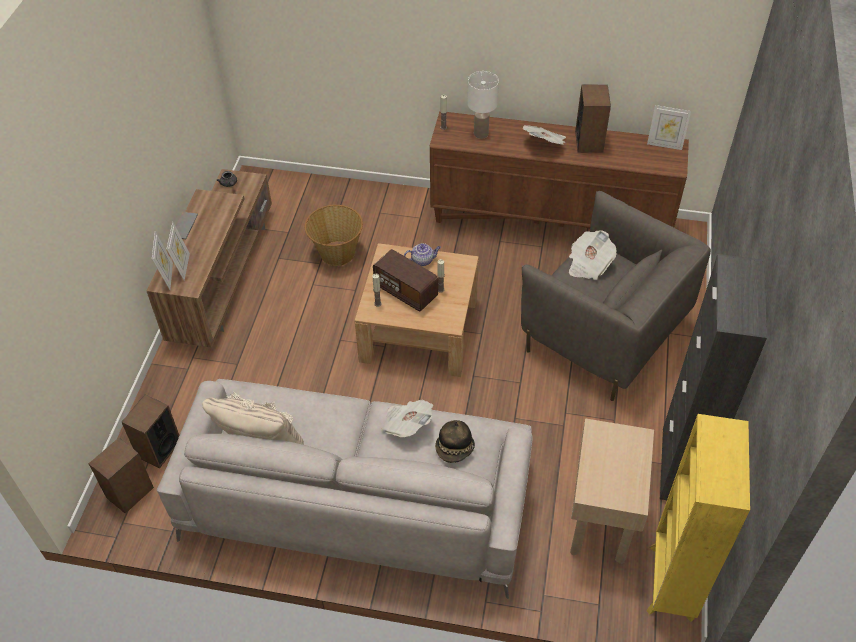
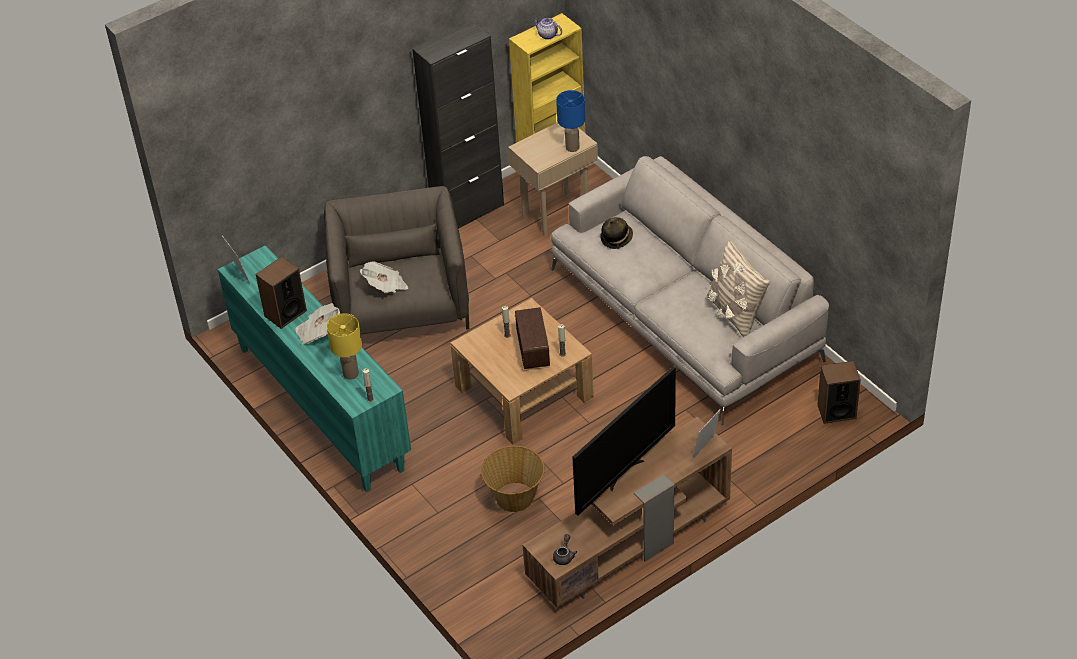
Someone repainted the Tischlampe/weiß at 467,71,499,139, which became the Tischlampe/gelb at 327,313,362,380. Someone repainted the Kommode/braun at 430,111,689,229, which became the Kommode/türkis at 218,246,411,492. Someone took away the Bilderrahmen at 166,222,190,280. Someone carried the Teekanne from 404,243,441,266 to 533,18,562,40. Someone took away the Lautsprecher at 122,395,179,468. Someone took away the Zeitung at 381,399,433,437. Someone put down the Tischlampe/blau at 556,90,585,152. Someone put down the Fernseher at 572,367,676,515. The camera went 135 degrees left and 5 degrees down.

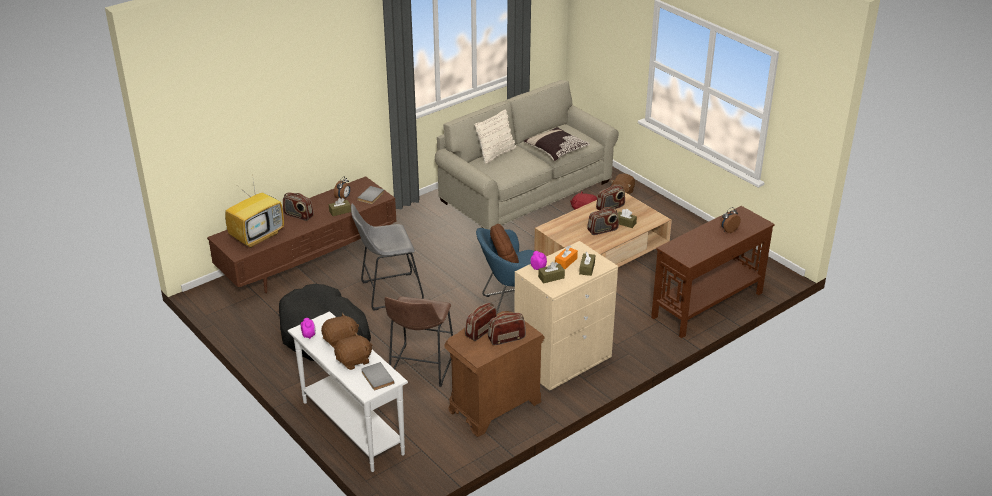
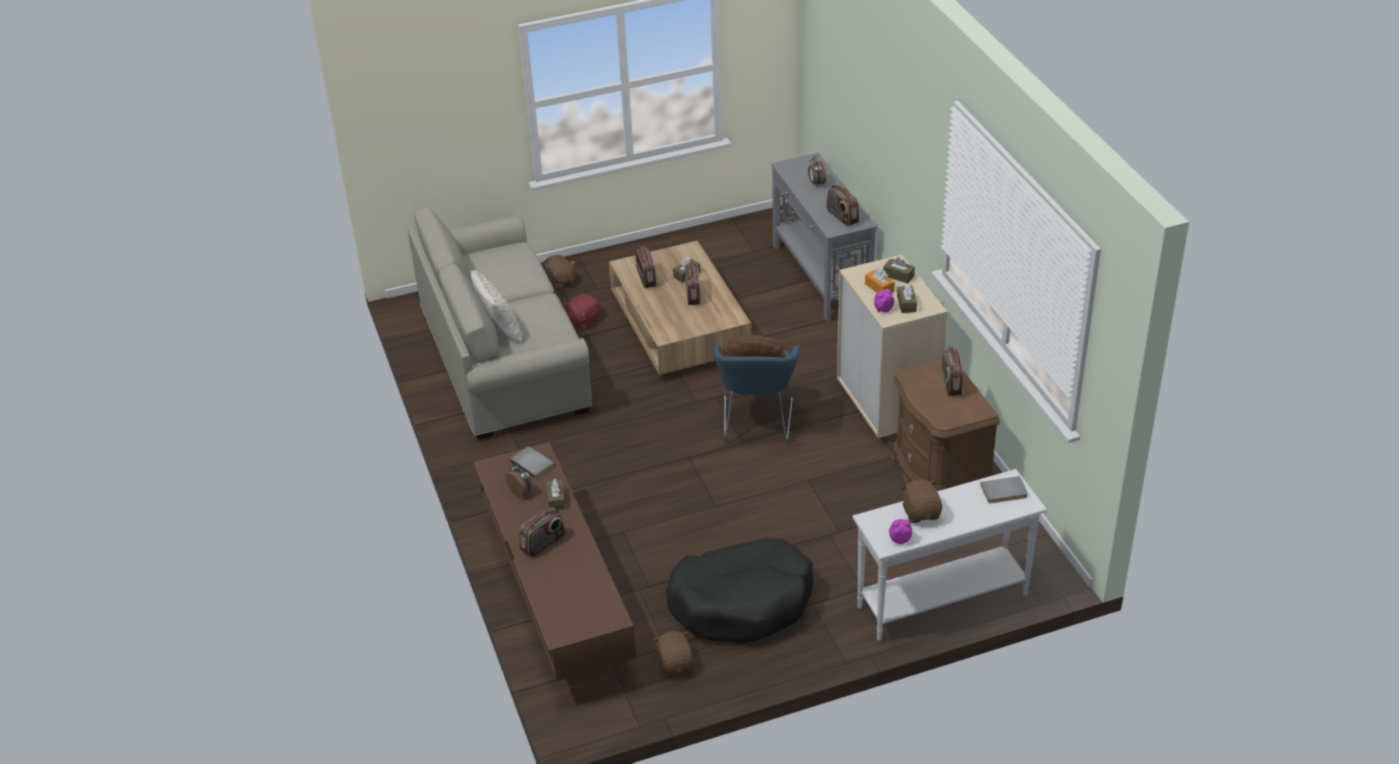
Someone took away the Kissen at 523,127,590,161. Someone took away the Fernseher at 225,174,284,248. Someone took away the Hocker/grau at 351,204,424,311. Someone repainted the Konsolentisch/braun at 651,206,775,338, which became the Konsolentisch/grau at 771,153,877,322. Someone took away the Hocker/braun at 385,296,453,387. Someone carried the Radio from 465,303,497,341 to 827,185,859,226. Someone carried the Plüschtier/braun from 334,332,372,370 to 652,631,694,675. The camera went 70 degrees left and 5 degrees up.

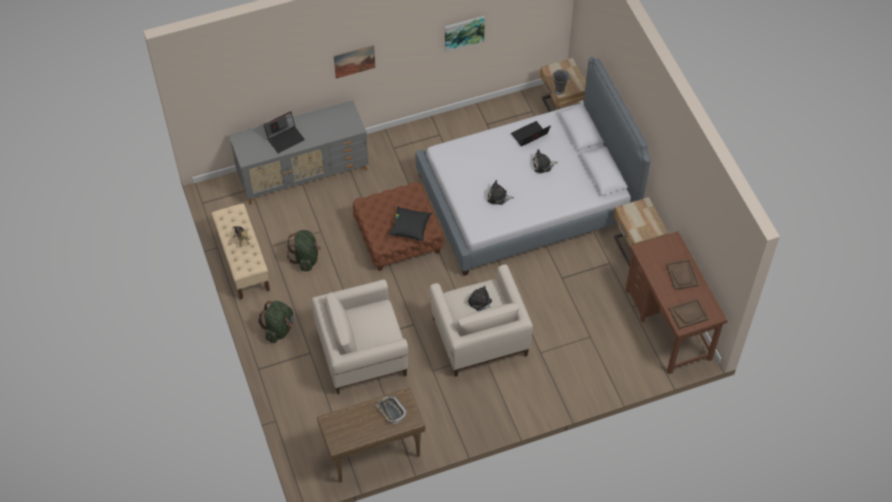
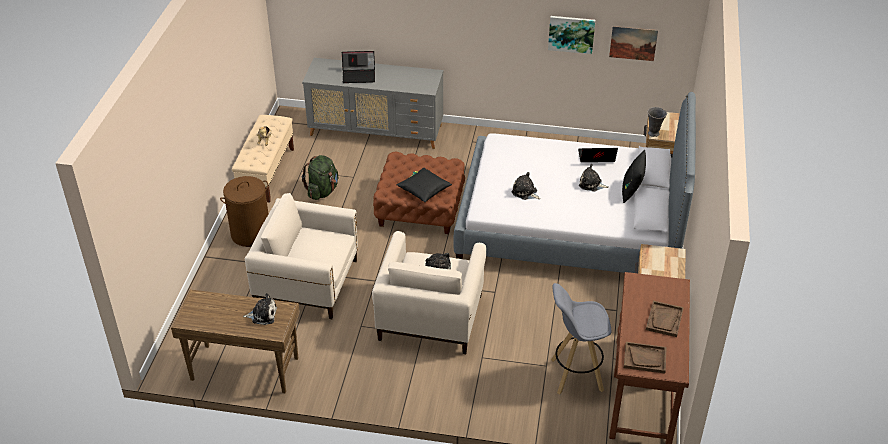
Someone carried the Bild from 334,45,375,79 to 609,26,658,61. Someone swapped the Rucksack/grün at 258,301,293,343 for the Wäschekorb/braun at 220,176,268,247. Someone swapped the Tablett at 376,395,408,424 for the Plüschtier at 243,293,277,325. Someone put down the Kissen/schwarz at 622,149,646,203. Someone put down the Hocker/grau at 551,283,611,394. The camera went 30 degrees right and 15 degrees down.

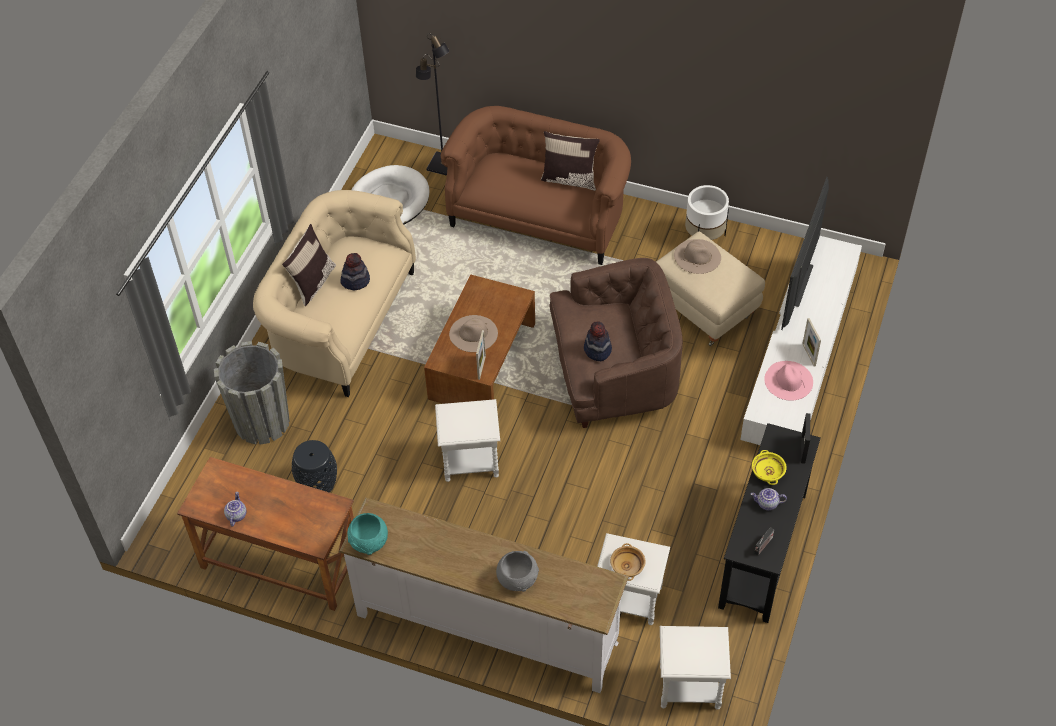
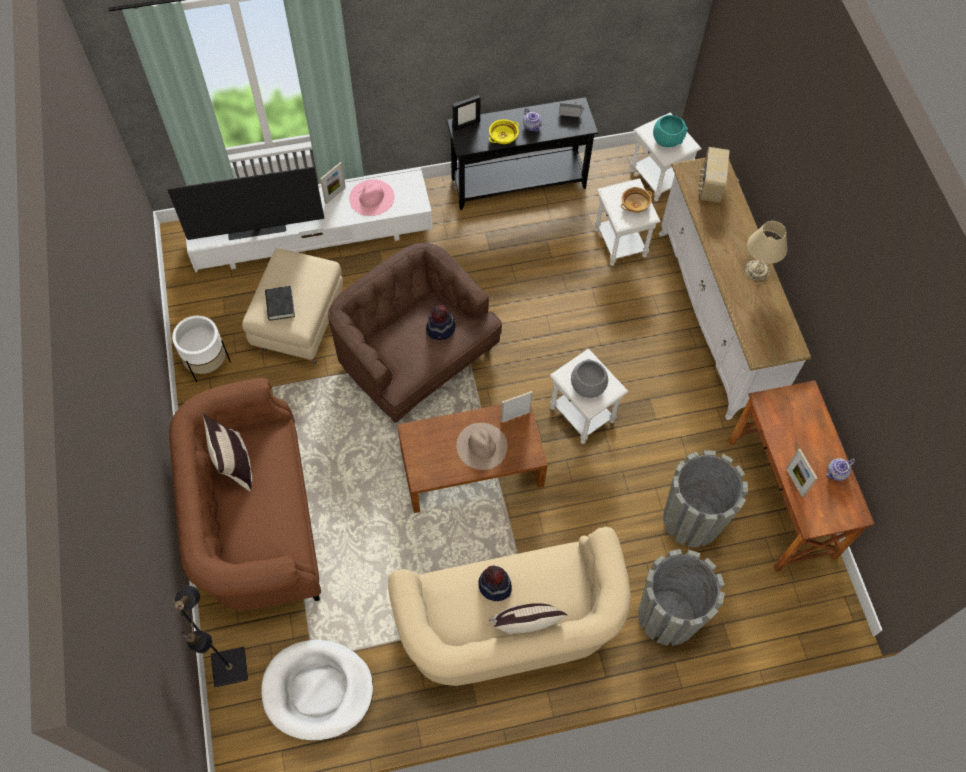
Someone swapped the Hut/beige at 674,239,721,274 for the Buch/schwarz at 265,286,295,321. Someone swapped the Hocker/schwarz at 292,440,337,493 for the Pflanzkübel/grau at 663,450,748,548. Someone carried the Schüssel/türkis from 347,513,388,555 to 653,115,688,147. Someone carried the Schüssel/grau from 496,551,539,592 to 571,359,608,398. Someone put down the Radio at 698,147,730,203. Someone put down the Tischlampe/beige at 745,221,787,281. Someone put down the Bilderrahmen at 785,449,818,497. The camera went 125 degrees left and 10 degrees up.

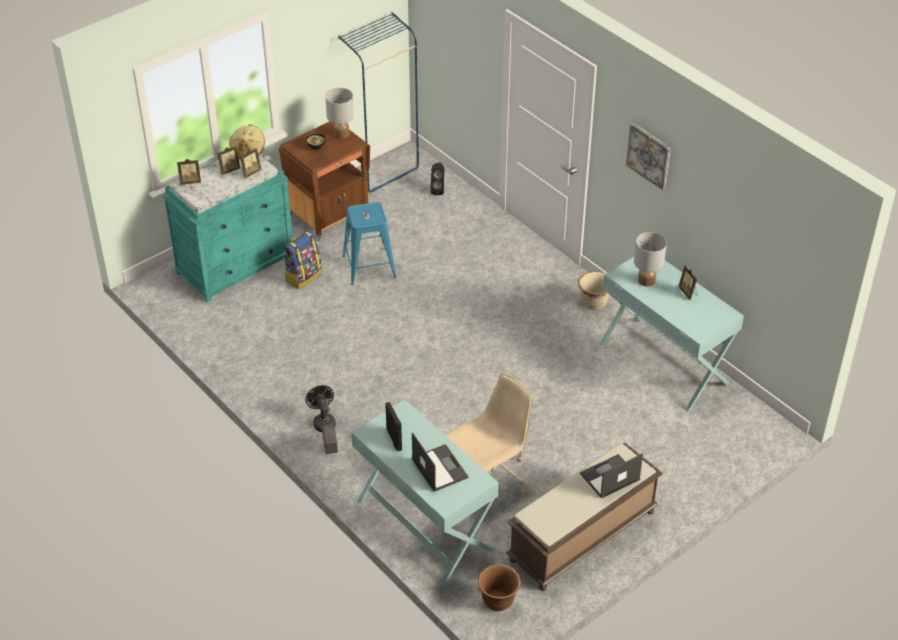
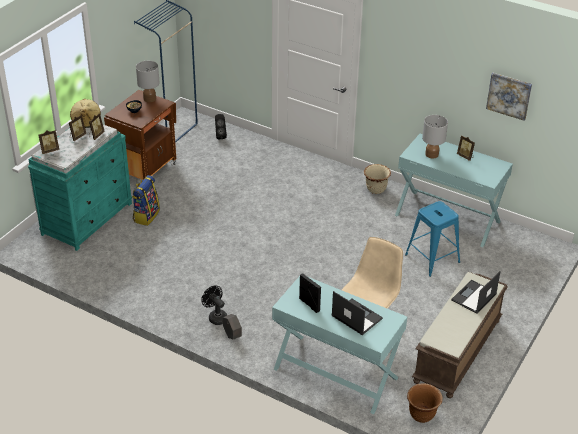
Someone carried the Bild from 626,123,671,190 to 486,73,532,121. Someone carried the Hocker/blau from 343,202,397,285 to 405,201,460,277. The camera went 20 degrees left and 5 degrees down.

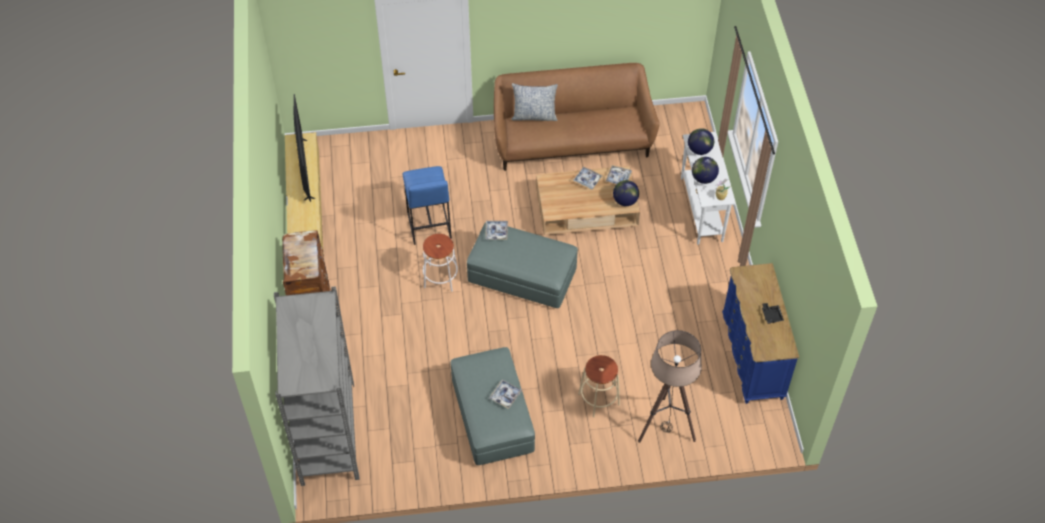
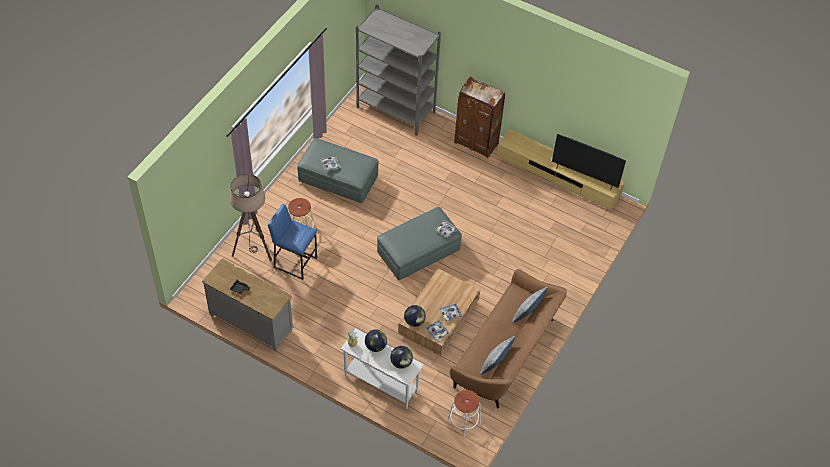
Someone carried the Hocker/blau from 402,166,452,245 to 268,204,317,280. Someone carried the Hocker/weiß from 423,234,458,292 to 447,390,481,438. Someone repainted the Kommode/blau at 722,263,799,404, which became the Kommode/grau at 202,259,294,352. Someone put down the Kissen at 480,336,515,375. The camera went 125 degrees right and 0 degrees up.

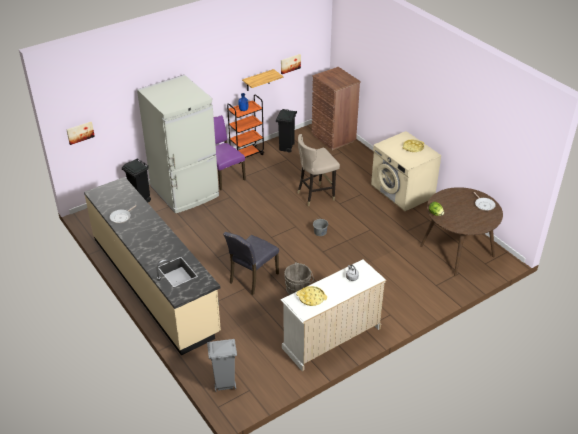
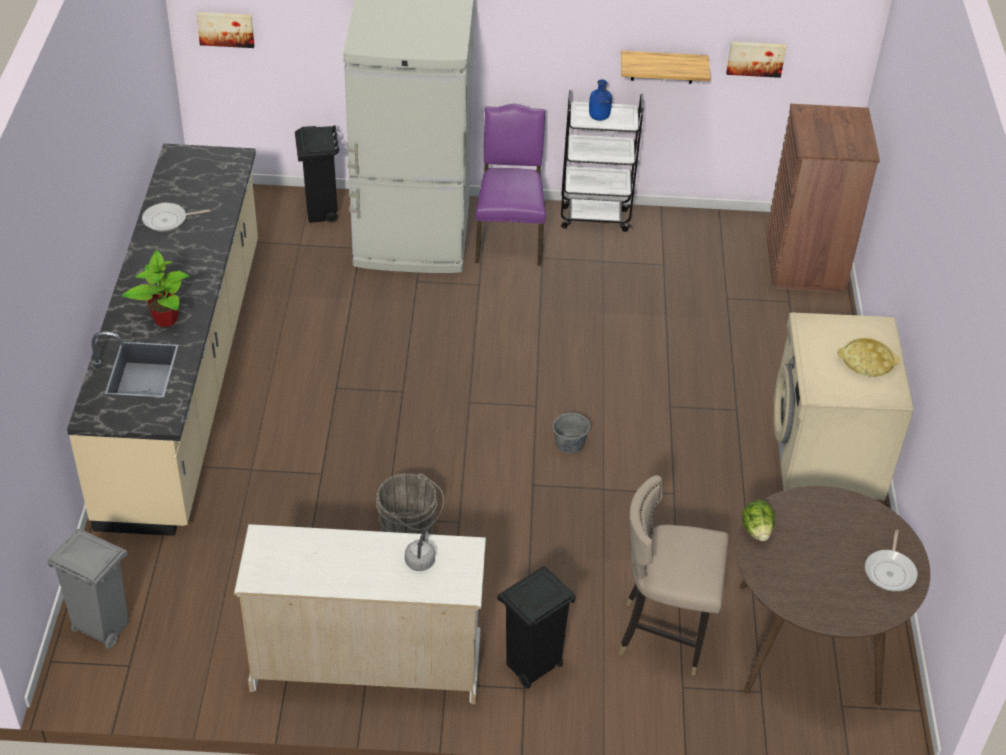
Someone repainted the Rollwagen/orange at 227,94,264,164, which became the Rollwagen/weiß at 561,90,643,232. Someone carried the Mülleimer/schwarz from 276,109,297,153 to 498,566,576,689. Someone carried the Hocker/beige from 297,134,340,206 to 618,475,729,676. Someone took away the Stuhl/grau at 223,232,279,295. Someone took away the Tablett/gelb at 296,286,327,306. Someone put down the Topfpflanze at 122,250,190,327. The camera went 35 degrees right and 5 degrees up.

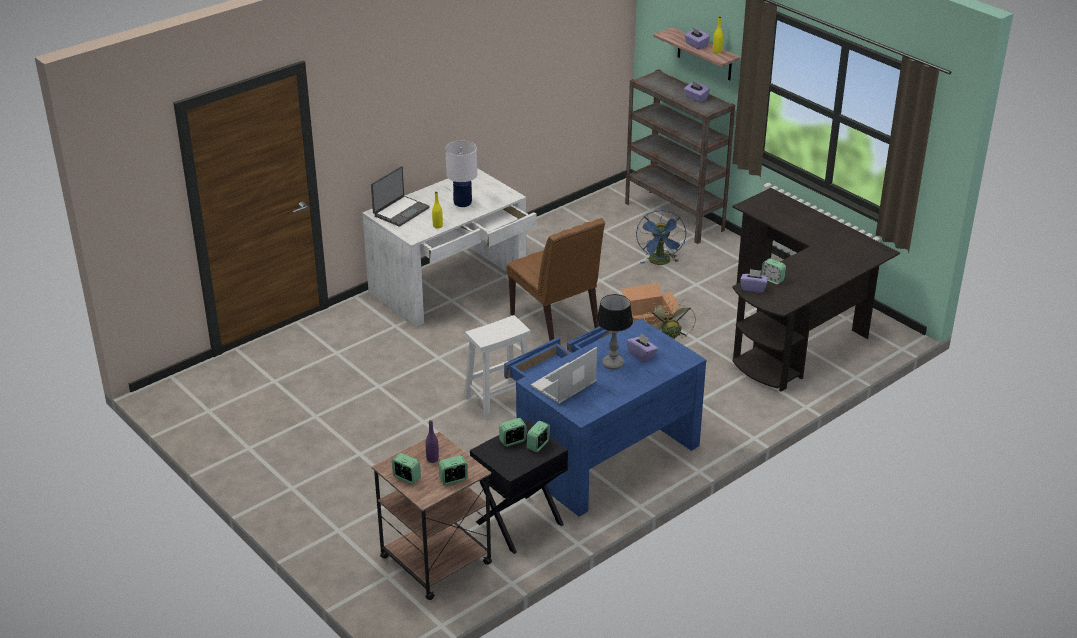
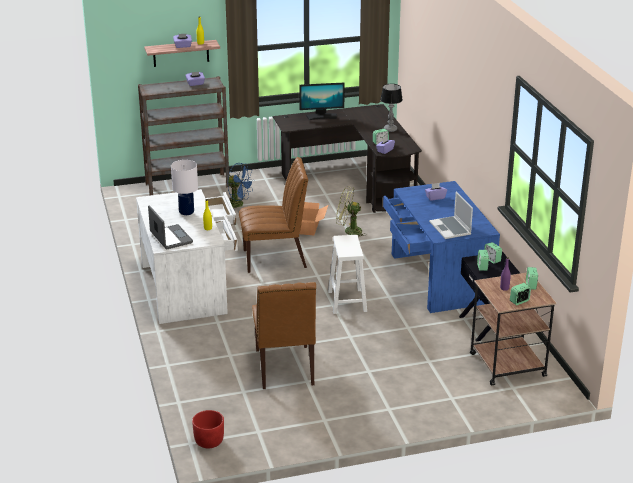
Someone carried the Tischlampe from 596,294,633,370 to 380,84,403,132. Someone put down the Monitor at 299,82,345,120. Someone put down the Stuhl/braun at 252,282,316,389. Someone put down the Pflanzkübel/rot at 192,410,224,448. The camera went 65 degrees left and 5 degrees down.

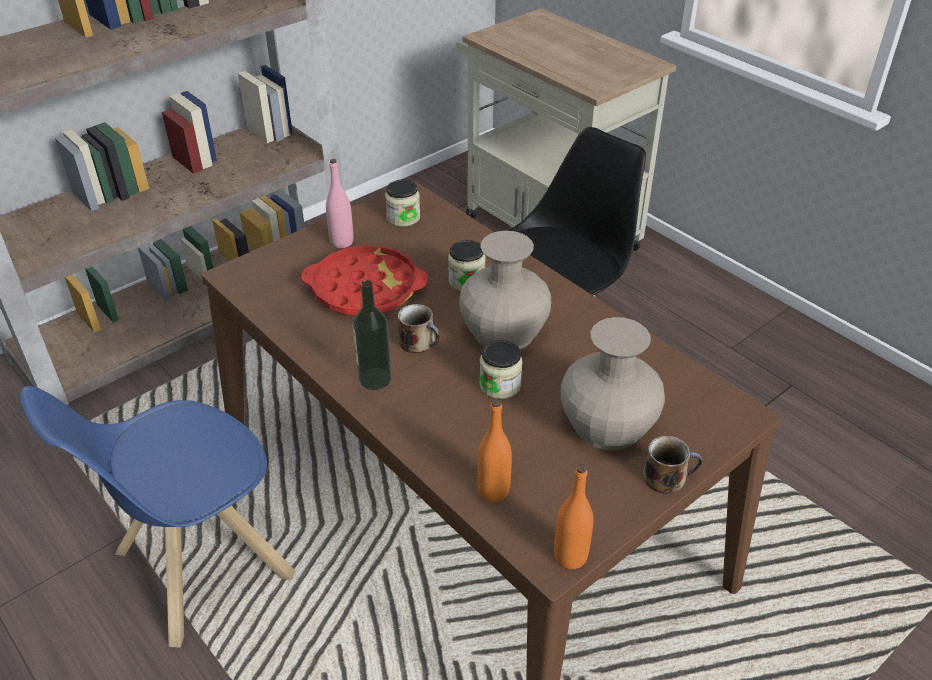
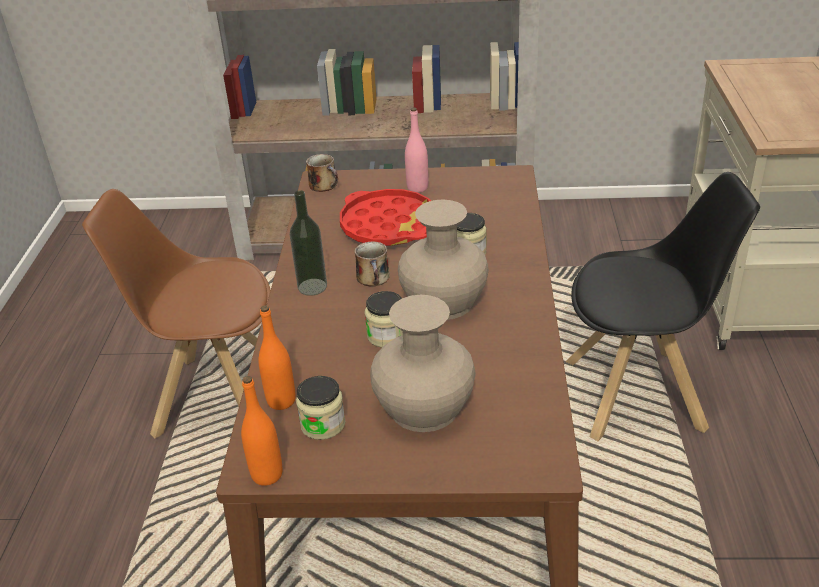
Someone carried the Vorratsglas from 385,179,420,227 to 296,376,345,440. Someone repainted the Stuhl/blau at 20,386,296,648, which became the Stuhl/braun at 82,189,271,439. Someone carried the Henkelbecher from 643,436,702,494 to 306,154,338,192. The camera went 45 degrees right and 5 degrees down.

